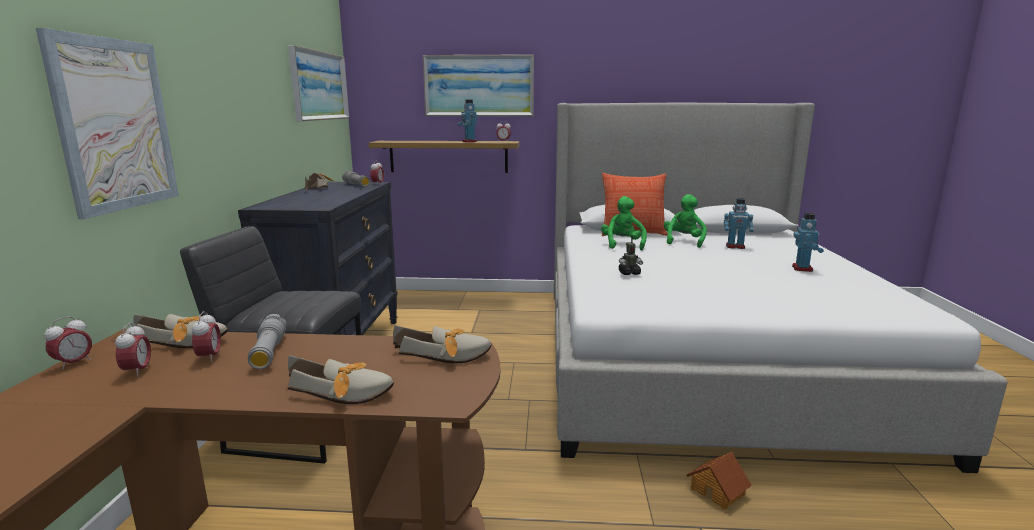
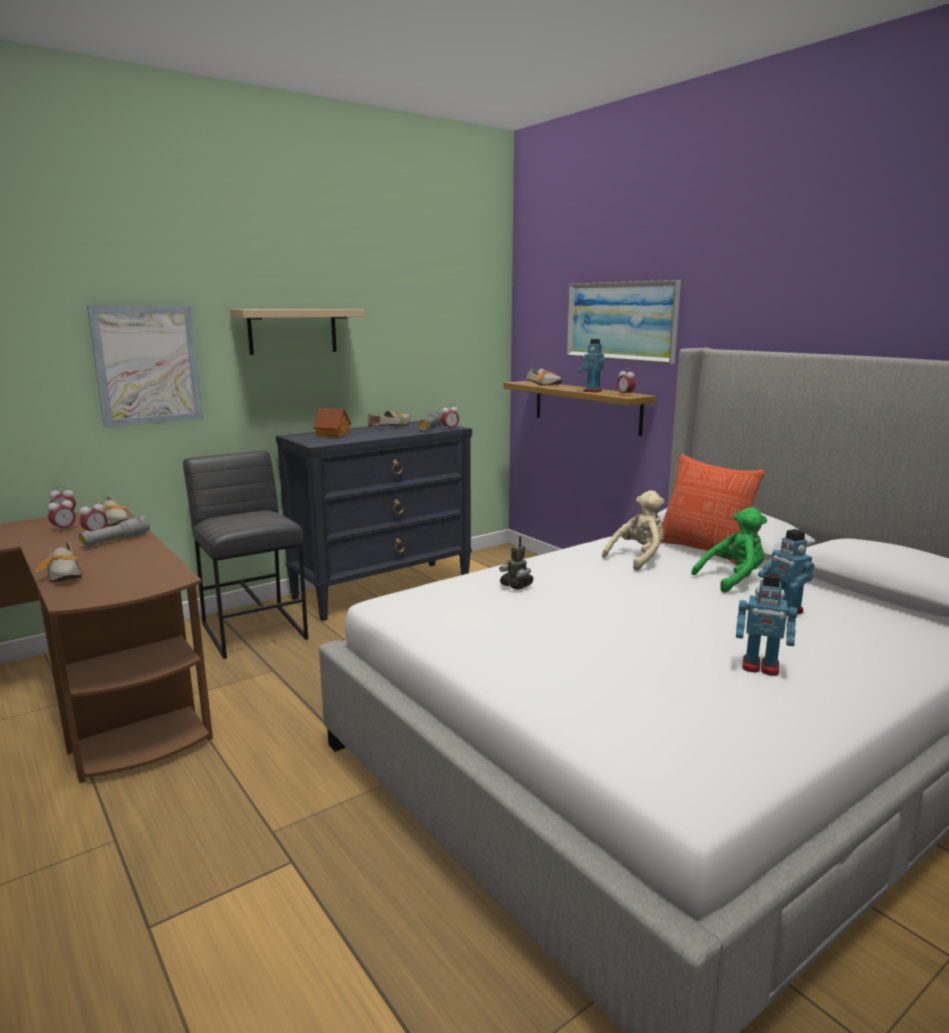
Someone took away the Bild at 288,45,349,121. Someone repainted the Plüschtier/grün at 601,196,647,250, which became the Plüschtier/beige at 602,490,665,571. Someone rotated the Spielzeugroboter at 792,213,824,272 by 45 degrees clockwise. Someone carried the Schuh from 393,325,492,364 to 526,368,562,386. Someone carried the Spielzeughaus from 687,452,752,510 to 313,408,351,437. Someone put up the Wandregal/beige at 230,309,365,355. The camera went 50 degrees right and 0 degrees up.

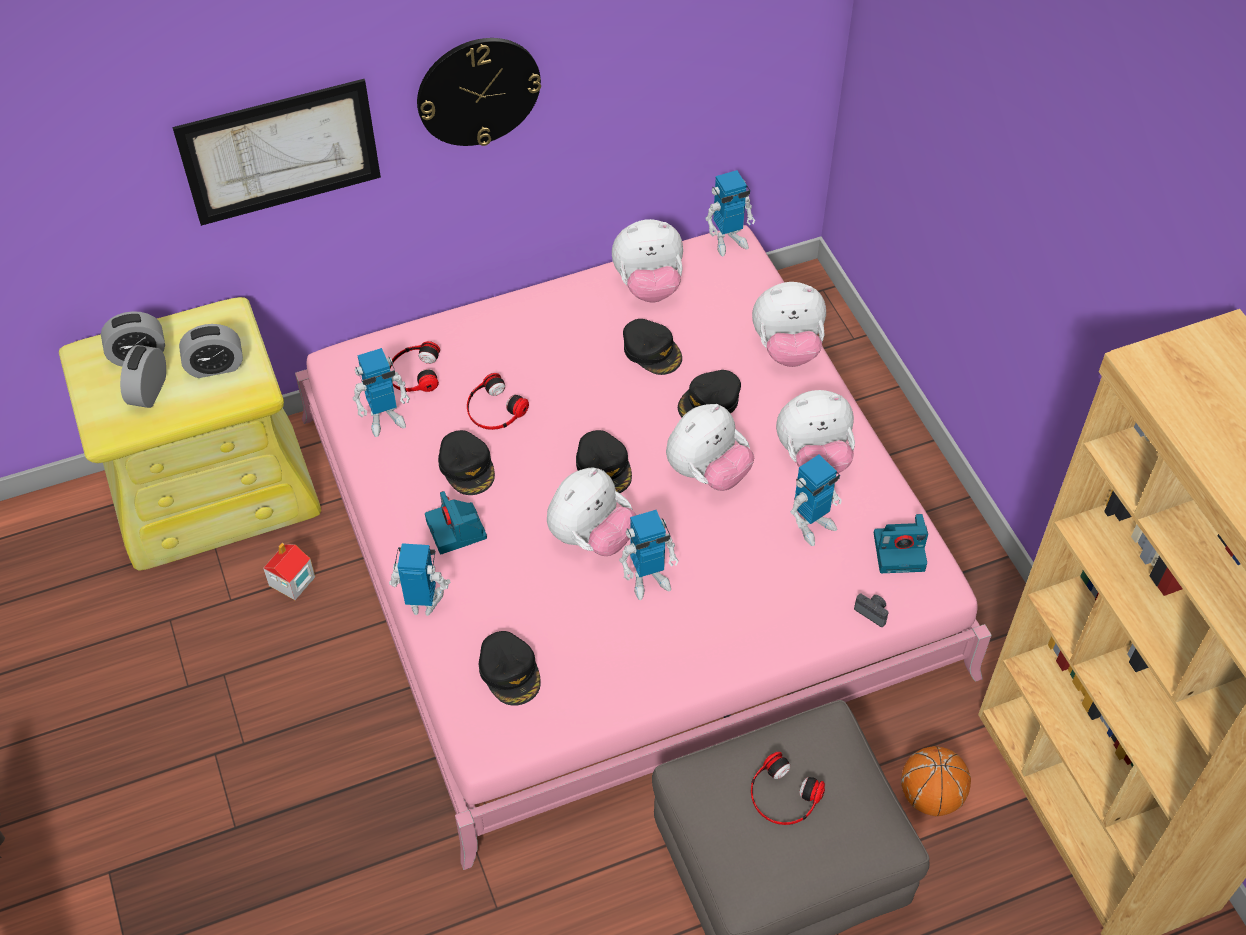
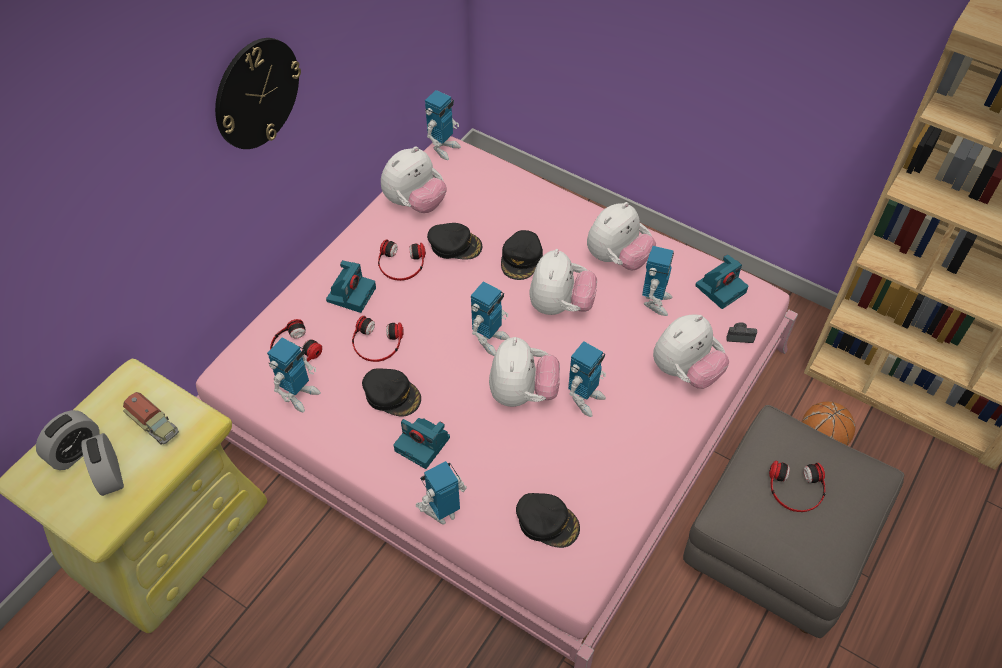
Someone took away the Bild at 172,79,381,226. Someone carried the Plüschtier from 752,282,826,367 to 653,314,729,389. Someone swapped the Wecker at 179,324,243,378 for the Spielzeuglaster at 123,392,179,444. Someone swapped the Kappe/schwarz at 576,430,632,493 for the Spielzeugroboter at 471,282,510,356. Someone took away the Spielzeughaus at 263,543,315,600. Someone put down the Kopfhörer at 378,239,426,281. Someone put down the Kamera at 326,260,376,313. The camera went 35 degrees left and 0 degrees up.

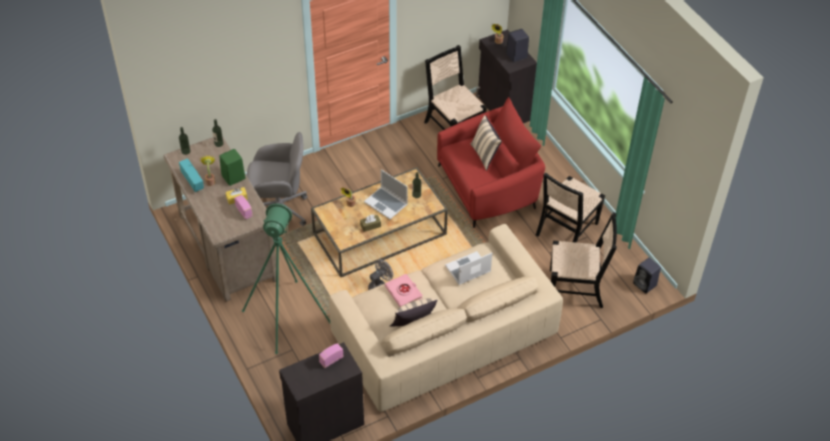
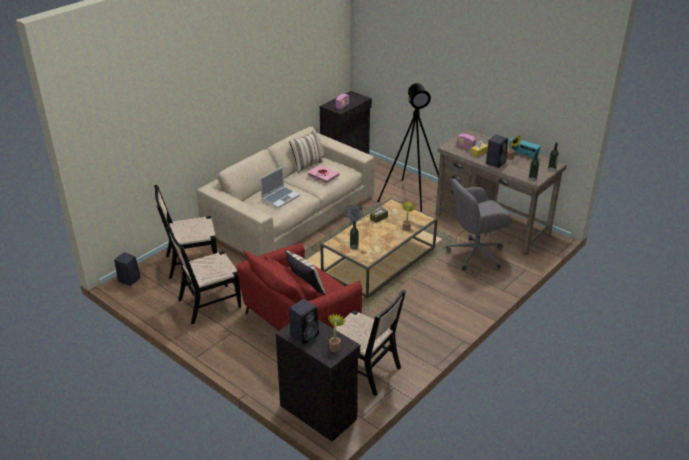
Someone repainted the Lautsprecher/grün at 219,149,245,186, which became the Lautsprecher/schwarz at 486,134,508,168. Someone took away the Laptop at 364,169,408,219. Someone rotated the Stuhl at 536,172,605,243 by 135 degrees counterclockwise. Someone repainted the Stehlampe/grün at 242,204,330,354, which became the Stehlampe/schwarz at 377,83,439,211. The camera went 160 degrees right and 15 degrees down.

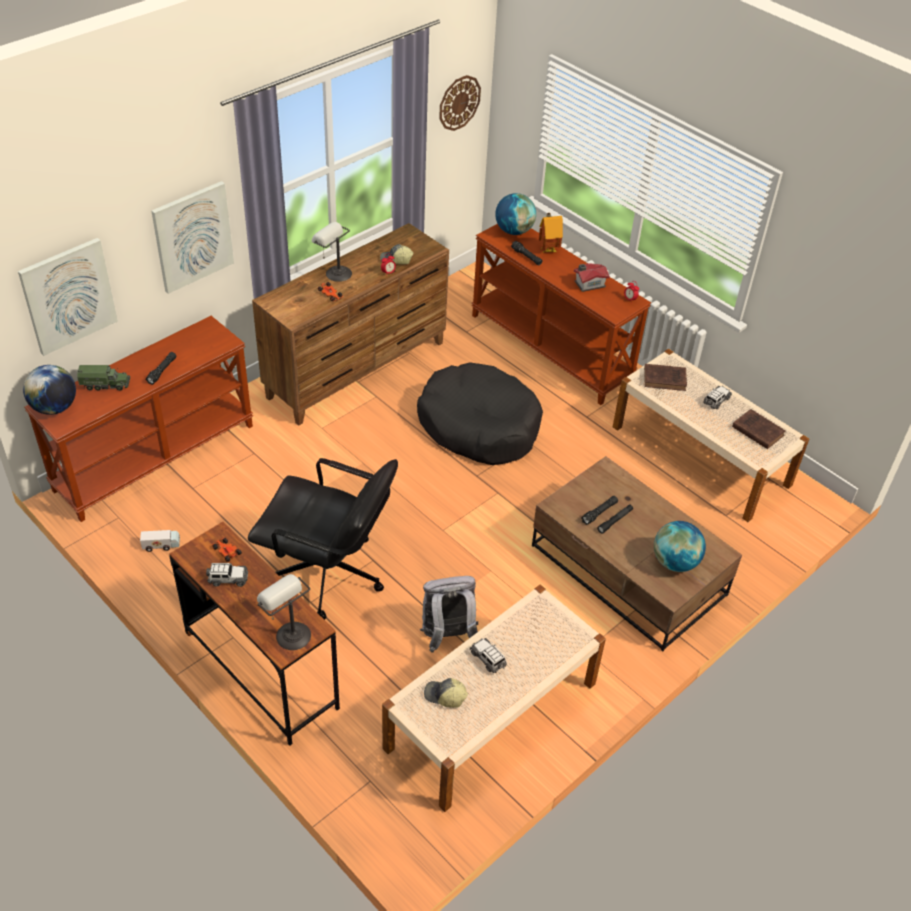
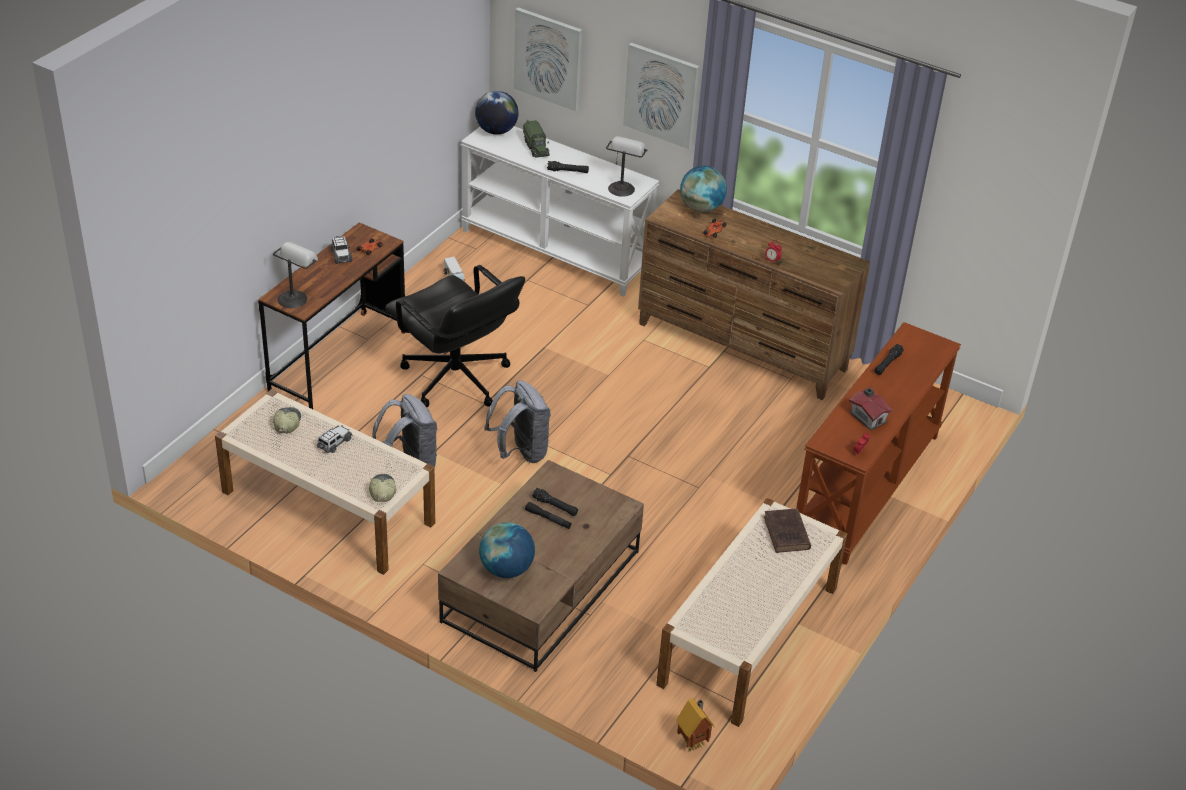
Someone took away the Wanduhr at 439,75,481,131. Someone carried the Globus from 495,193,536,235 to 680,166,727,212. Someone carried the Spielzeughaus from 539,213,563,253 to 676,698,715,751. Someone carried the Tischlampe from 312,222,352,282 to 606,136,647,197. Someone carried the Kappe from 380,244,414,264 to 369,474,396,502. Someone repainted the Konsolentisch/braun at 25,316,253,522, which became the Konsolentisch/weiß at 461,126,659,297. Someone took away the Hundebett/schwarz at 417,362,543,465. Someone took away the Spielzeugauto at 703,386,732,409. Someone took away the Buch/braun at 732,409,785,449. Someone rotated the Bürostuhl/schwarz at 248,458,398,620 by 45 degrees counterclockwise. Someone put down the Rucksack/grau at 484,380,551,463. The camera went 75 degrees right and 5 degrees down.

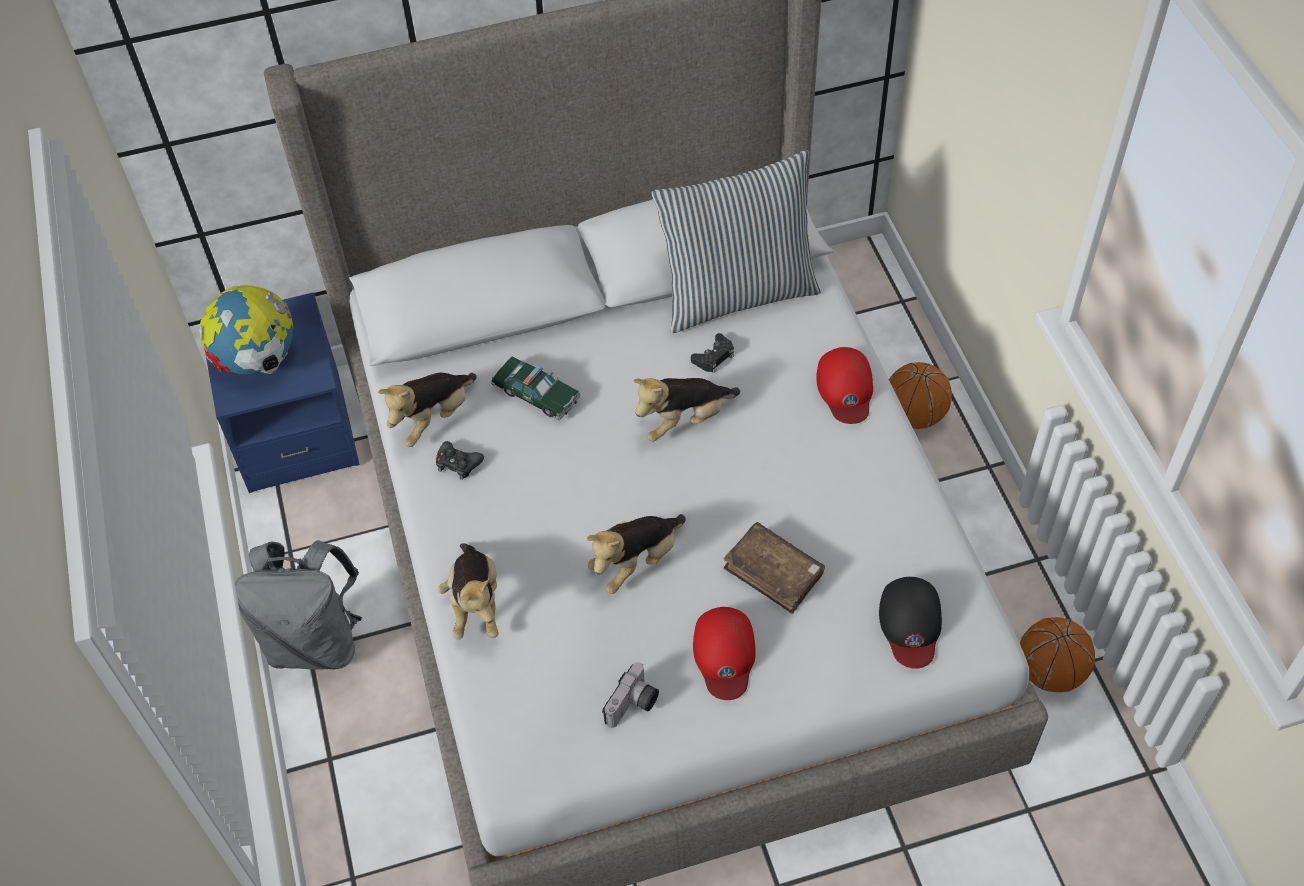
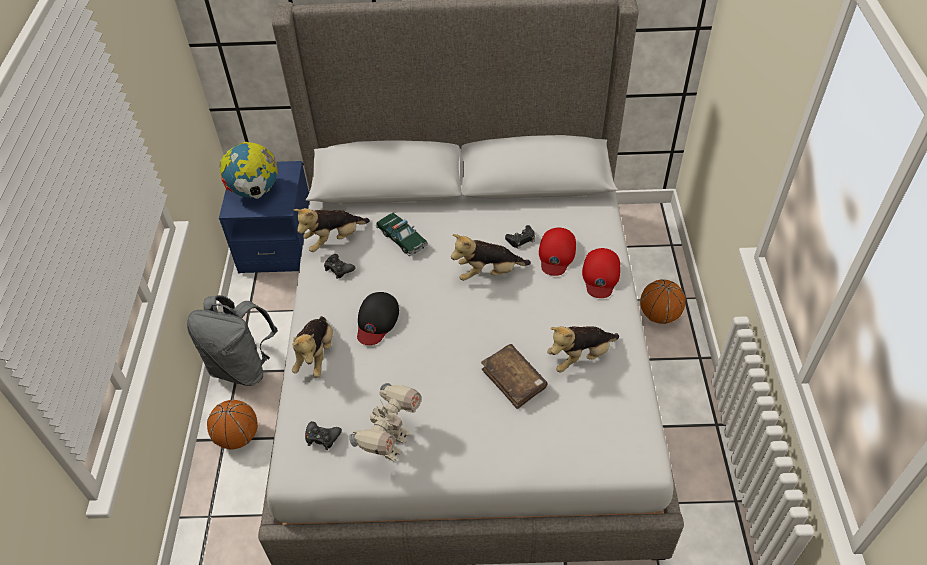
Someone took away the Kissen at 651,150,821,333. Someone carried the Plüschtier from 587,514,686,594 to 547,326,619,373. Someone carried the Kappe/schwarz from 879,577,942,669 to 357,292,399,345. Someone carried the Kappe/rot from 693,607,756,700 to 539,228,576,276. Someone carried the Basketball from 1020,617,1095,692 to 207,400,258,450. Someone swapped the Kamera at 602,662,659,728 for the Spielzeugroboter at 349,383,421,461. Someone put down the Gamepad/schwarz at 305,421,342,450. The camera went 15 degrees right and 5 degrees down.

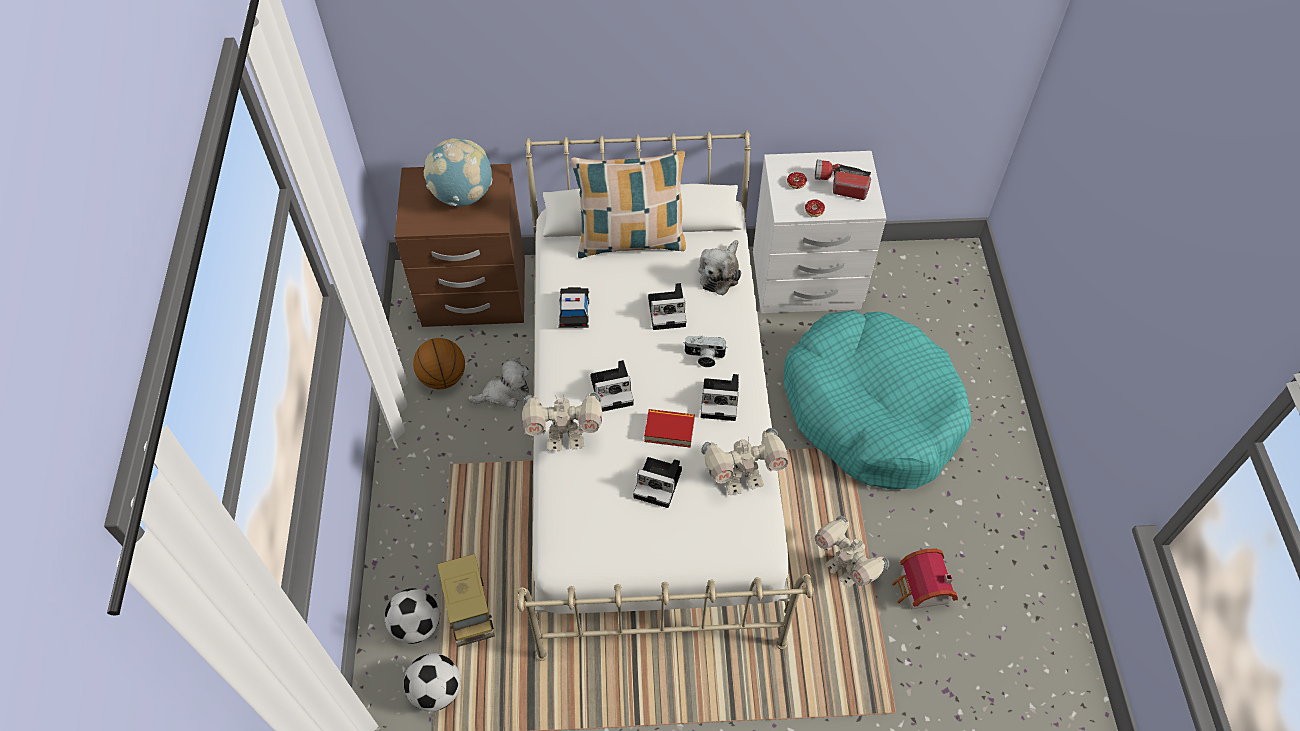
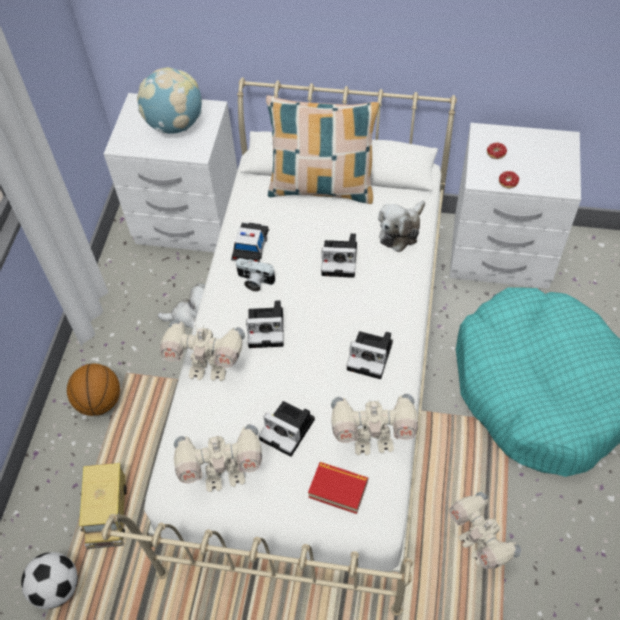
Someone took away the Taschenlampe at 815,160,871,200. Someone repainted the Nachttisch/braun at 395,164,525,327, which became the Nachttisch/weiß at 104,93,238,252. Someone carried the Kamera from 684,336,727,367 to 235,258,276,292. Someone carried the Basketball from 413,338,465,389 to 67,363,120,416. Someone carried the Buch from 644,409,695,448 to 308,462,368,514. Someone took away the Spielzeughaus at 892,548,958,609. Someone took away the Fußball at 385,588,440,644. Someone put down the Spielzeugroboter at 174,424,262,492. The camera went 15 degrees right and 0 degrees up.

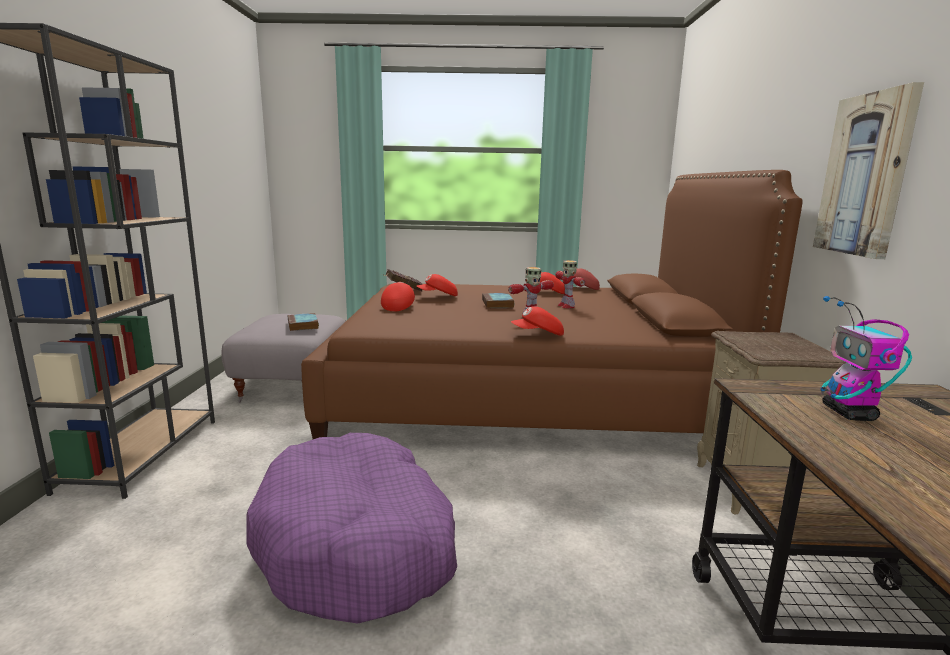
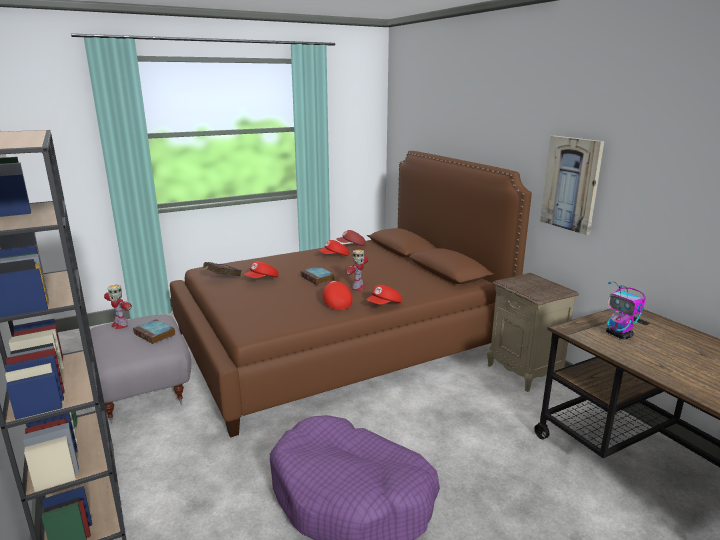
Someone carried the Spielzeugroboter from 555,260,585,308 to 104,285,132,329. Someone carried the Kappe/rot from 381,282,415,312 to 322,281,353,310. The camera went 30 degrees left and 5 degrees up.

